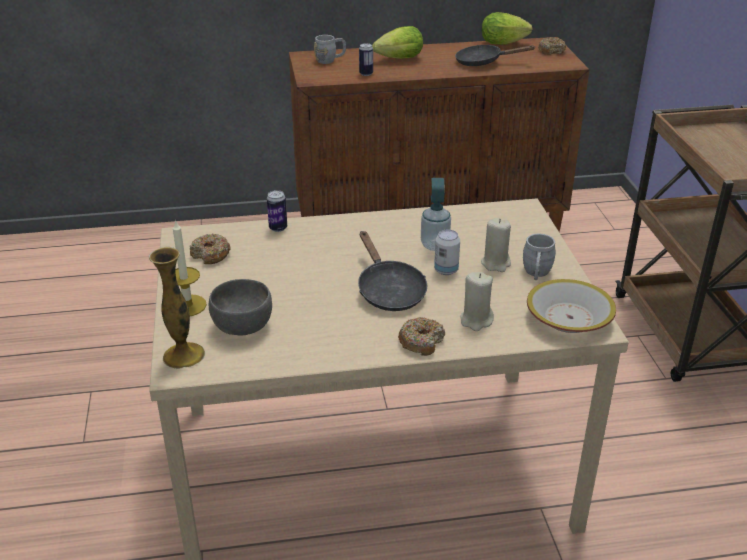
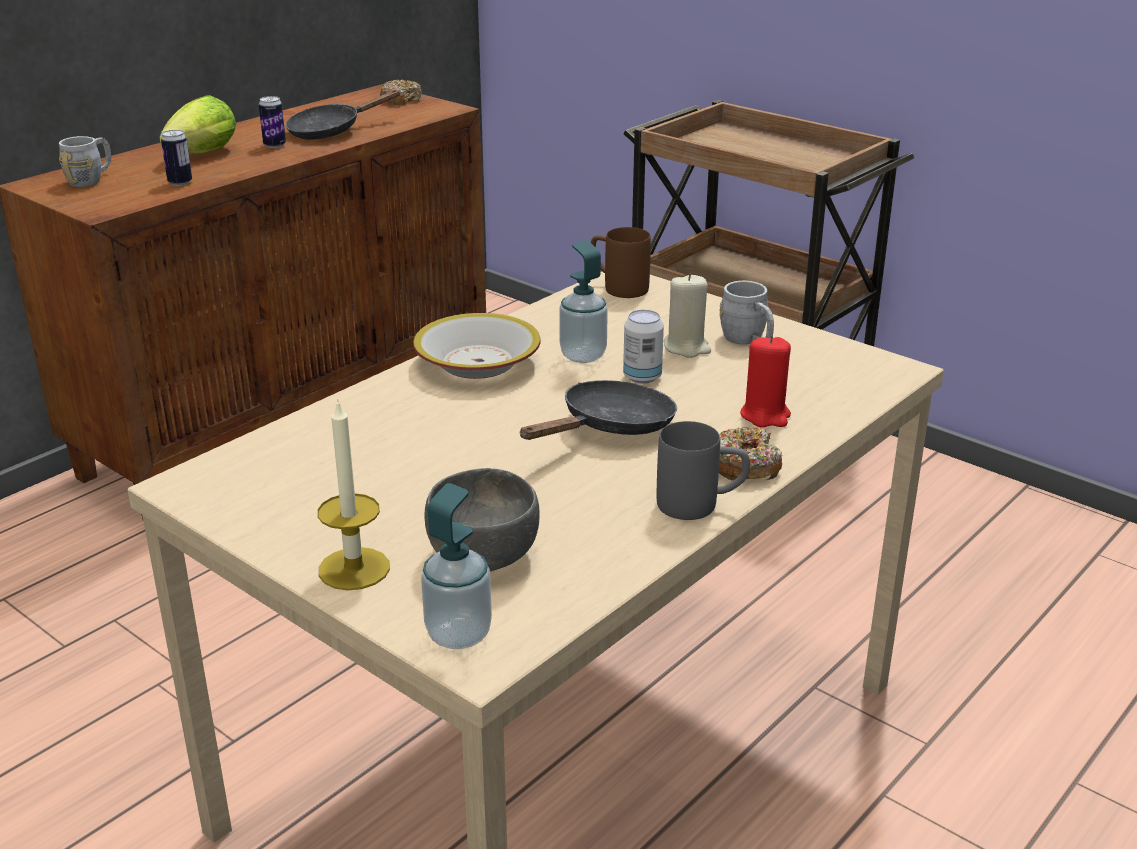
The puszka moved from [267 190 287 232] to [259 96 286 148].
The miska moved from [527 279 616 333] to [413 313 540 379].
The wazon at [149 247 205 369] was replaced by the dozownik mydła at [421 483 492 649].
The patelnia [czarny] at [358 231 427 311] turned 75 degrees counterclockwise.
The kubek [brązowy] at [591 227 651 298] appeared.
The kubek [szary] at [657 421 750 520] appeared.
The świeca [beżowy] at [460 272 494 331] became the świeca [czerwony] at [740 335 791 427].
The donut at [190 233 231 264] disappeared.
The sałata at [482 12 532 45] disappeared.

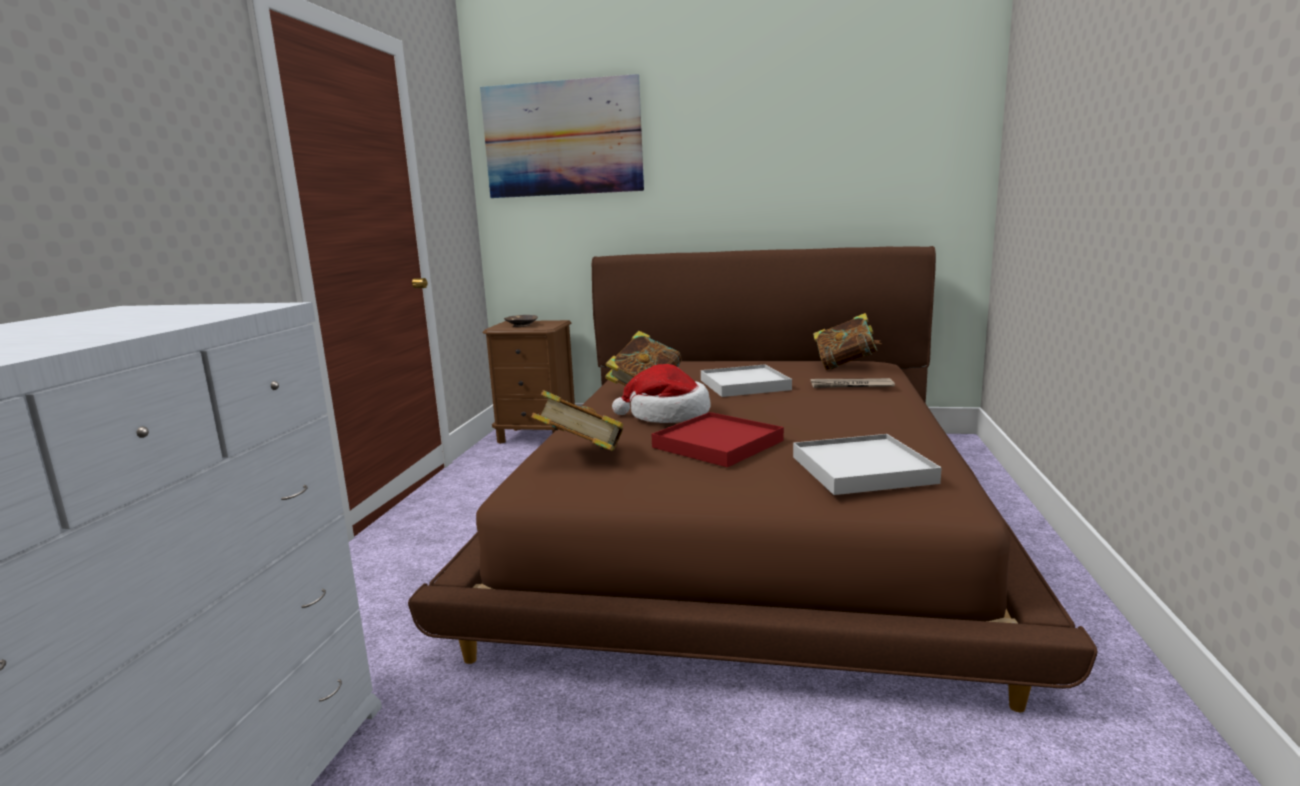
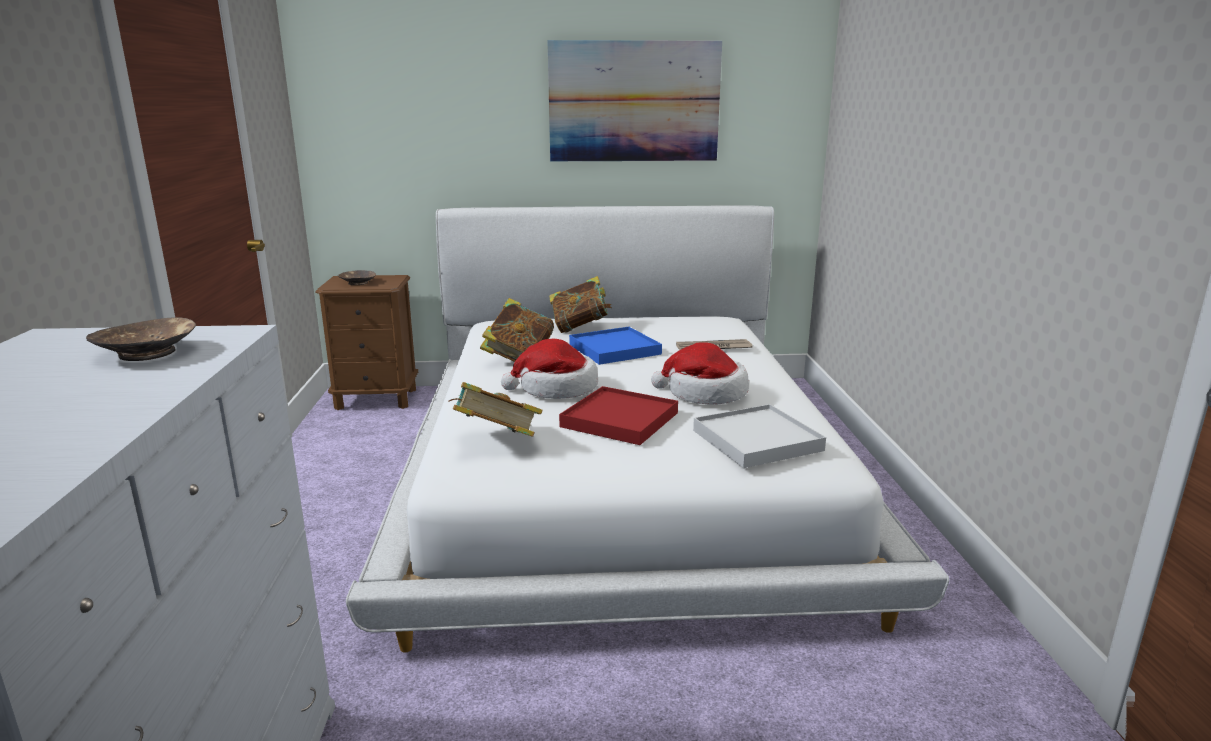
The miska [brązowy] at [86 317 196 361] appeared.
The łóżko [brązowy] at [408 246 1097 712] became the łóżko [biały] at [346 205 949 652].
The obraz moved from [480 74 644 198] to [547 40 722 161].
The książka moved from [813 313 882 370] to [549 276 612 333].
The taca [biały] at [701 364 792 397] became the taca [niebieski] at [569 327 662 365].
The kapelusz at [651 342 749 405] appeared.

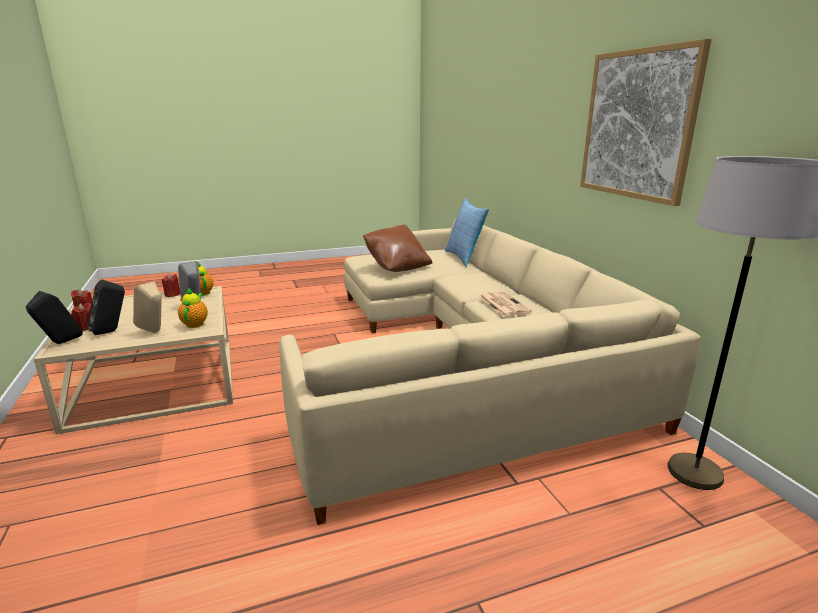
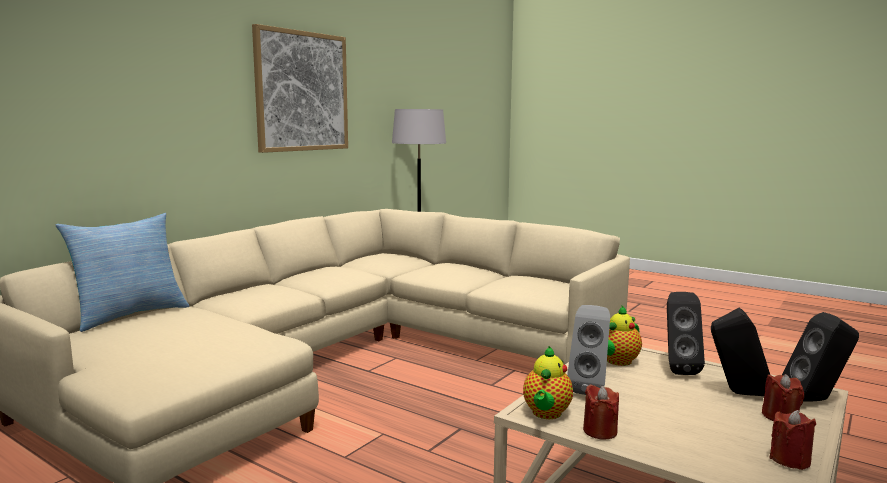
The głośnik [beżowy] at [133 281 162 333] became the głośnik [czarny] at [667 292 705 375].
The poduszka [brązowy] at [363 225 433 272] disappeared.
The gazeta at [479 291 532 317] disappeared.

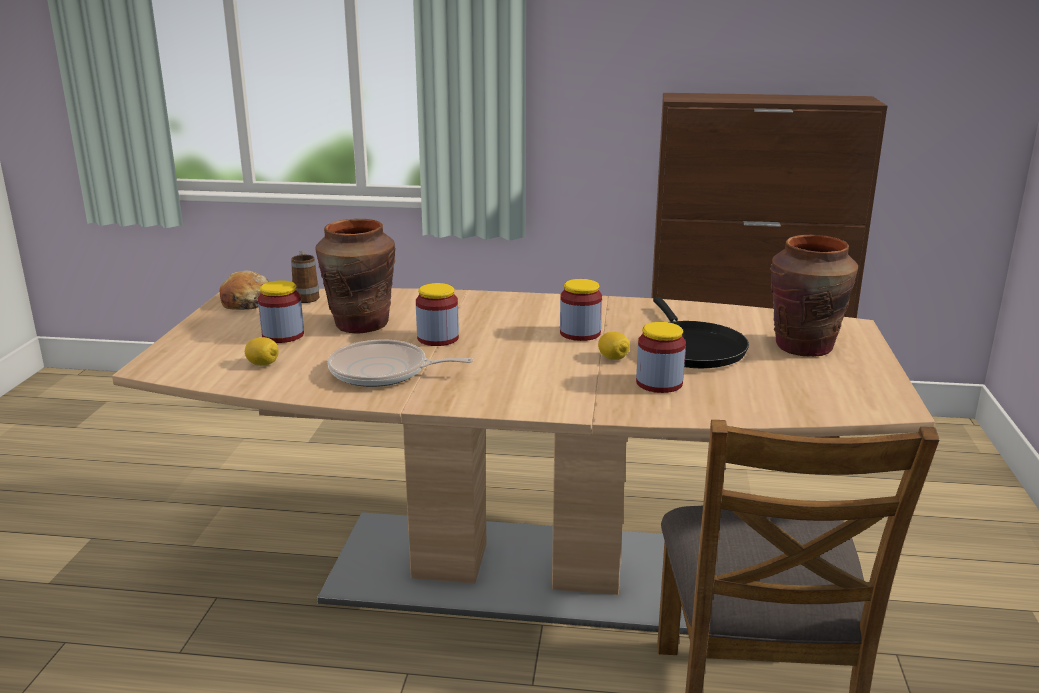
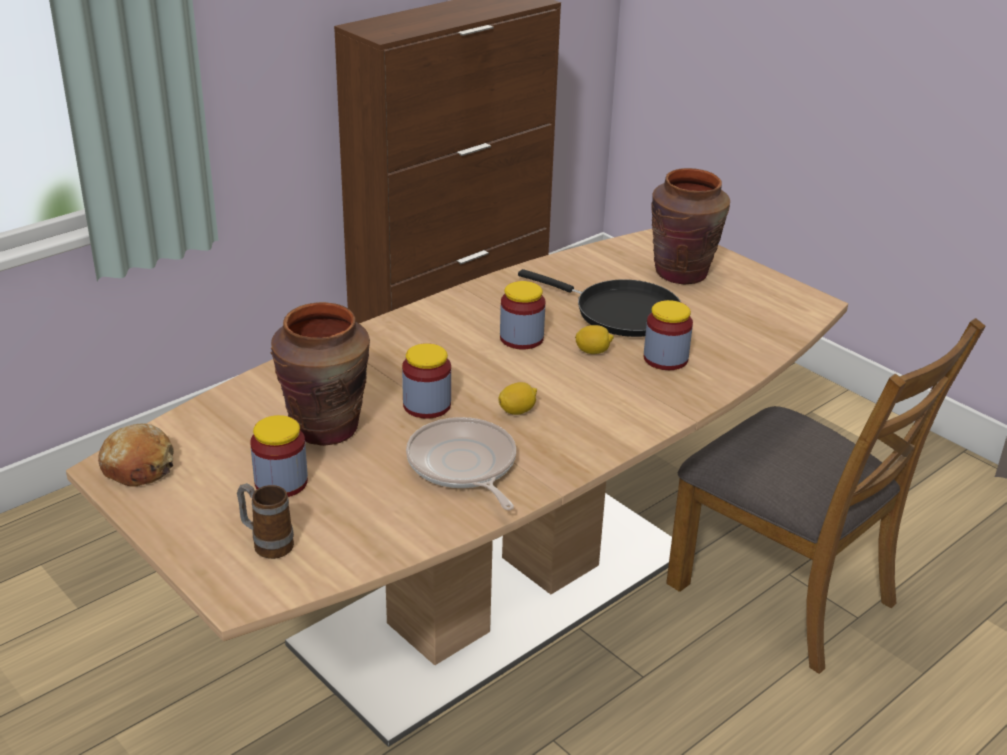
The kubek moved from [291 251 319 303] to [237 483 294 559].
The patelnia at [328 340 474 387] turned 105 degrees clockwise.
The cytryna moved from [245 337 279 366] to [499 382 537 415].

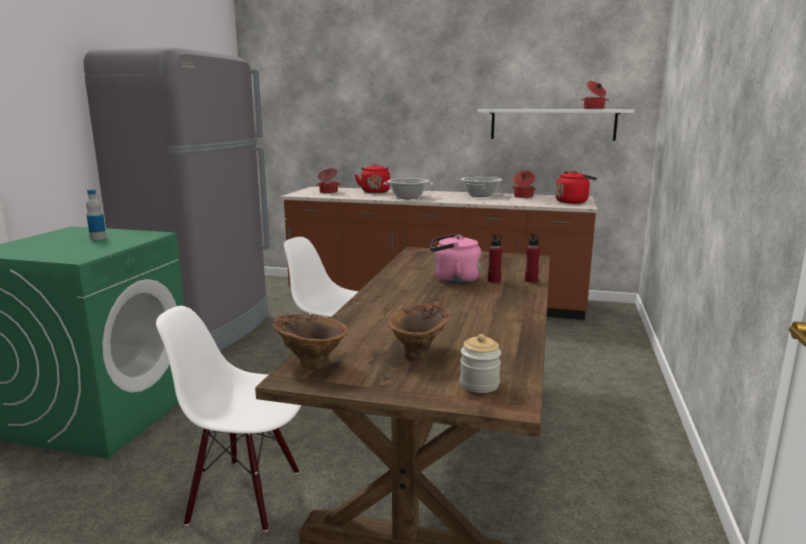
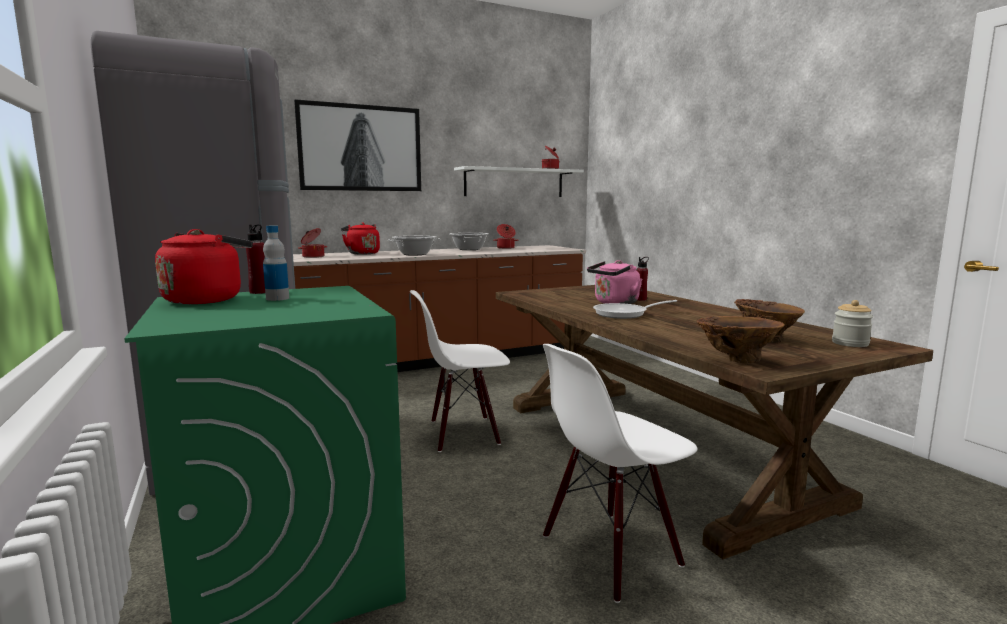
The czajnik [czerwony] moved from [555 171 597 204] to [155 229 253 304].
The butelka [czerwony] moved from [525 233 540 282] to [246 224 265 294].
The obraz at [294 99 421 191] appeared.
The patelnia at [593 300 677 319] appeared.

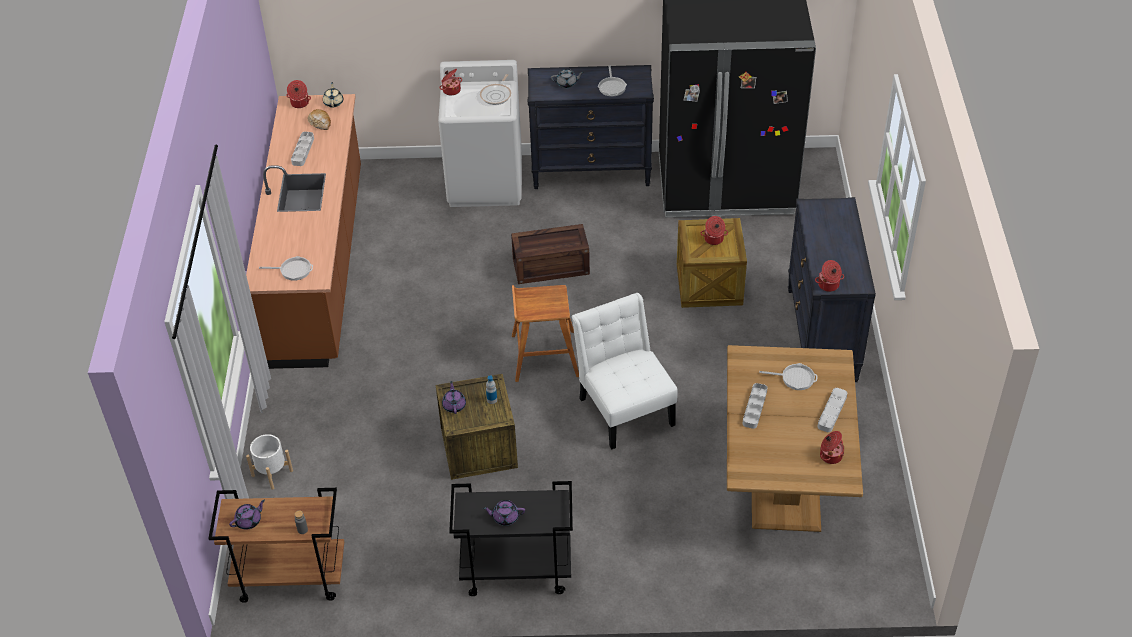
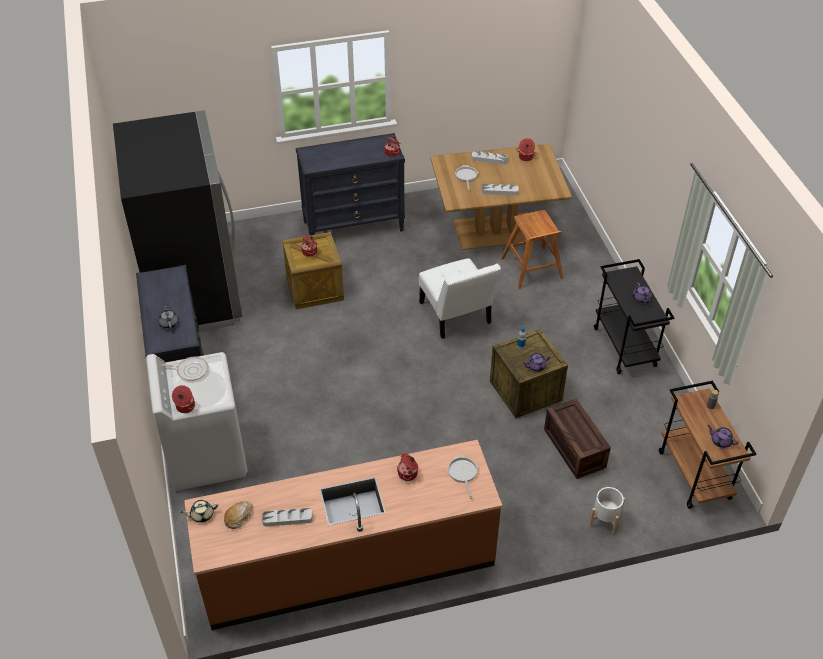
The garnek moved from [286 80 311 108] to [397 453 418 481].
The krzesło [biały] at [572 293 677 450] turned 75 degrees counterclockwise.
The stołek [brązowy] moved from [512 285 579 382] to [501 210 563 289].
The skrzynka moved from [511 224 590 284] to [544 399 611 479].
The patelnia at [598 65 627 97] disappeared.

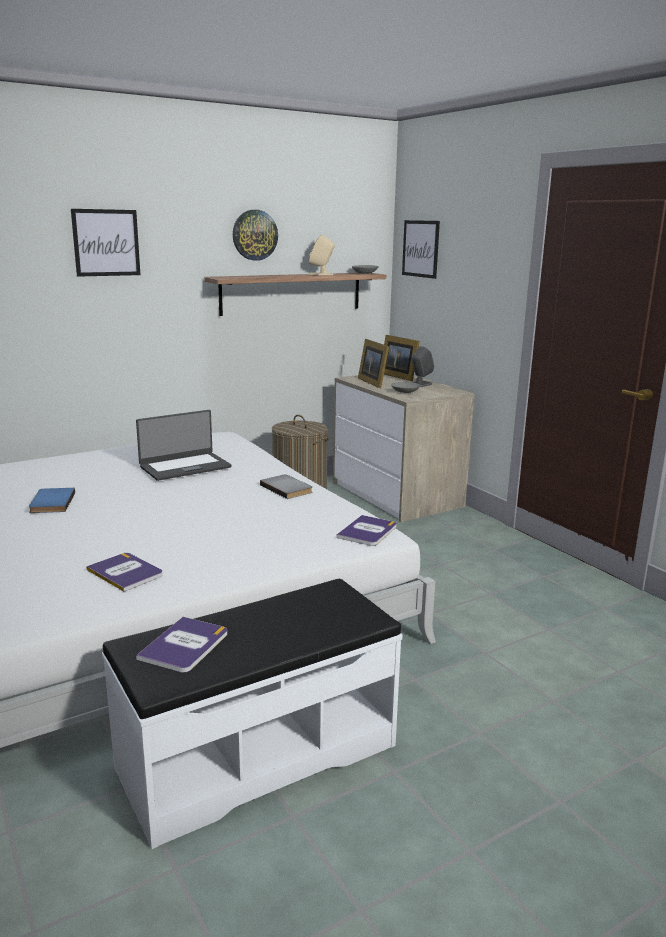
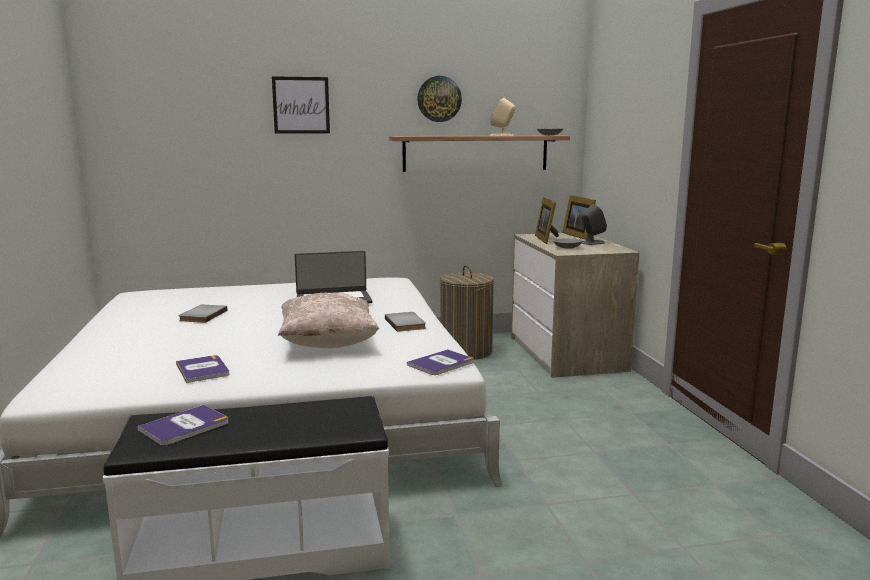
The książka [niebieski] at [29 488 75 513] became the książka [szary] at [179 305 228 323].
The poduszka [beżowy] at [278 293 379 348] appeared.
The obraz at [402 220 440 279] disappeared.

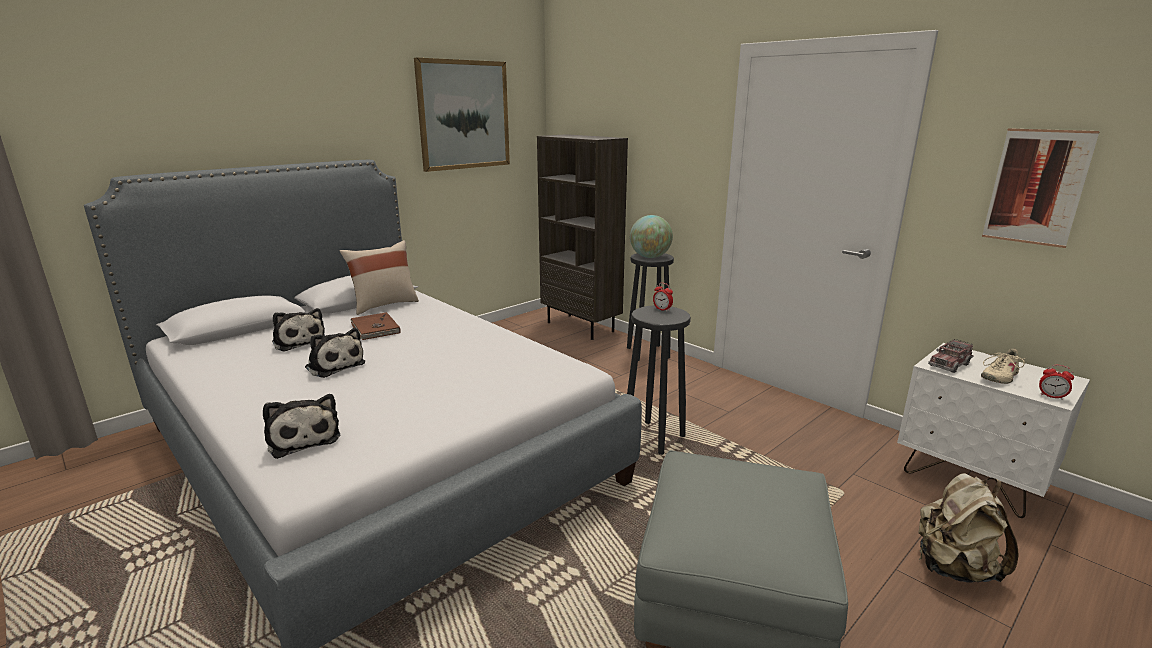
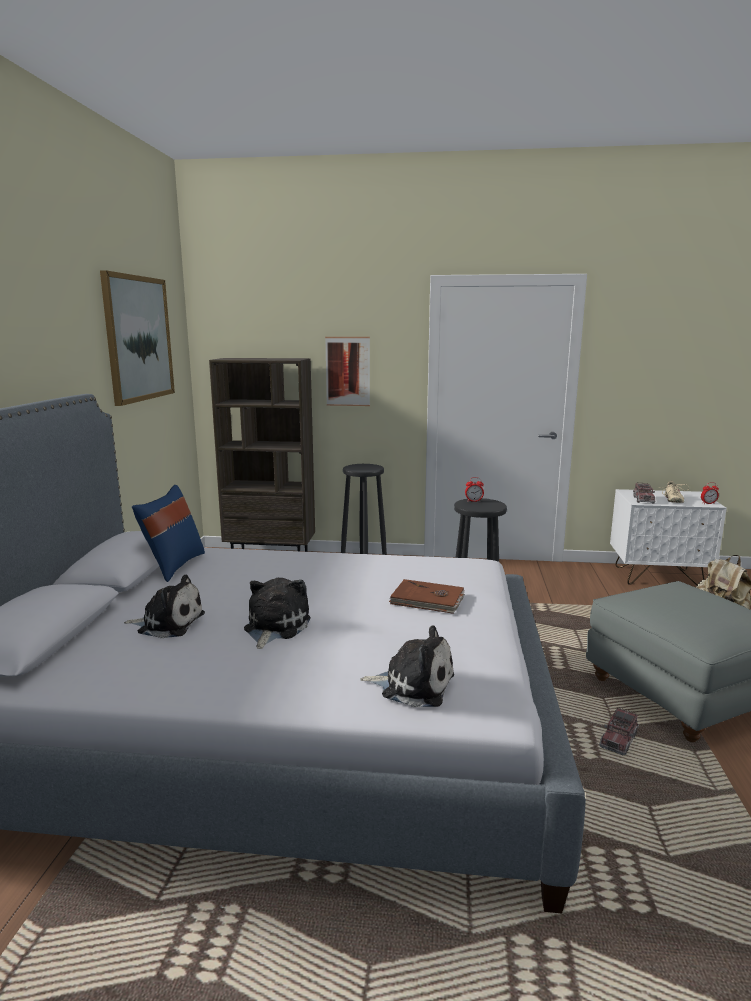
The poduszka [beżowy] at [340 240 419 315] became the poduszka [niebieski] at [132 485 205 582].
The pluszak at [305 328 365 378] turned 75 degrees counterclockwise.
The obraz moved from [982 128 1100 248] to [325 337 370 406].
The książka [brązowy] moved from [350 312 401 340] to [389 579 465 614].
The ciężarówka zabawkowa at [599 707 639 755] appeared.
The globus at [630 215 673 258] disappeared.

